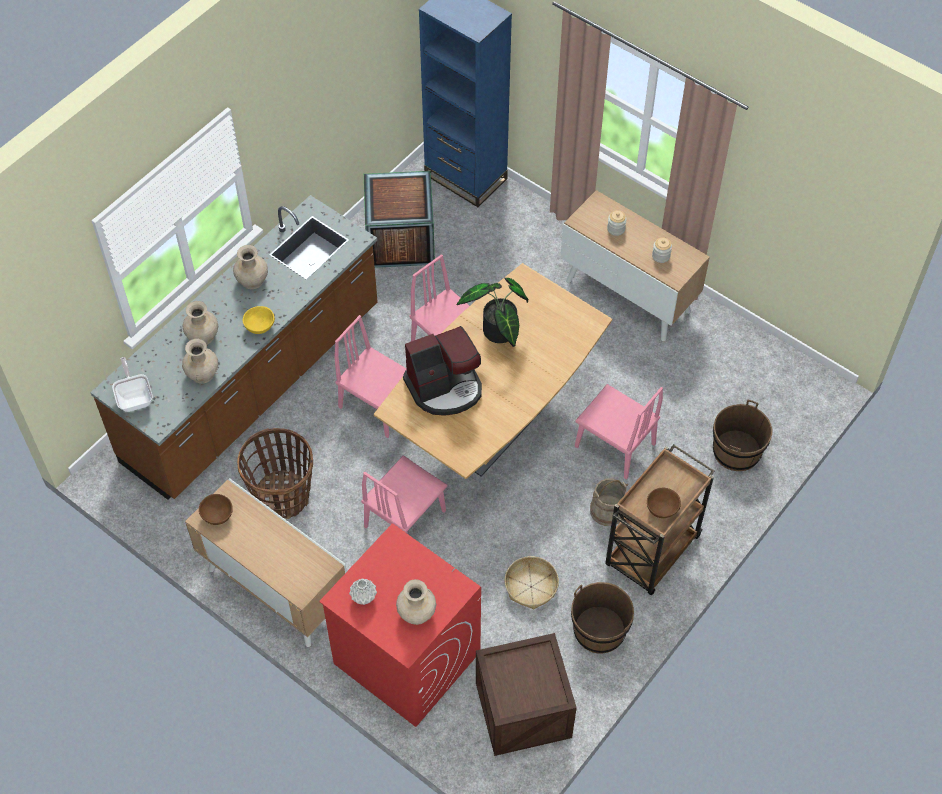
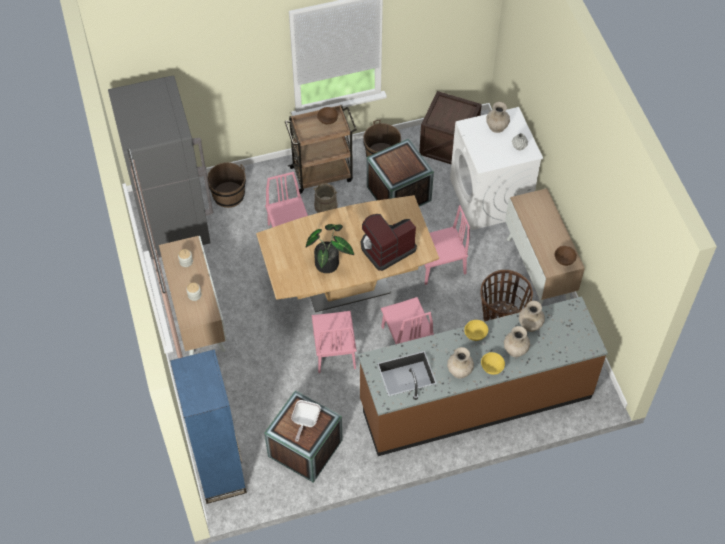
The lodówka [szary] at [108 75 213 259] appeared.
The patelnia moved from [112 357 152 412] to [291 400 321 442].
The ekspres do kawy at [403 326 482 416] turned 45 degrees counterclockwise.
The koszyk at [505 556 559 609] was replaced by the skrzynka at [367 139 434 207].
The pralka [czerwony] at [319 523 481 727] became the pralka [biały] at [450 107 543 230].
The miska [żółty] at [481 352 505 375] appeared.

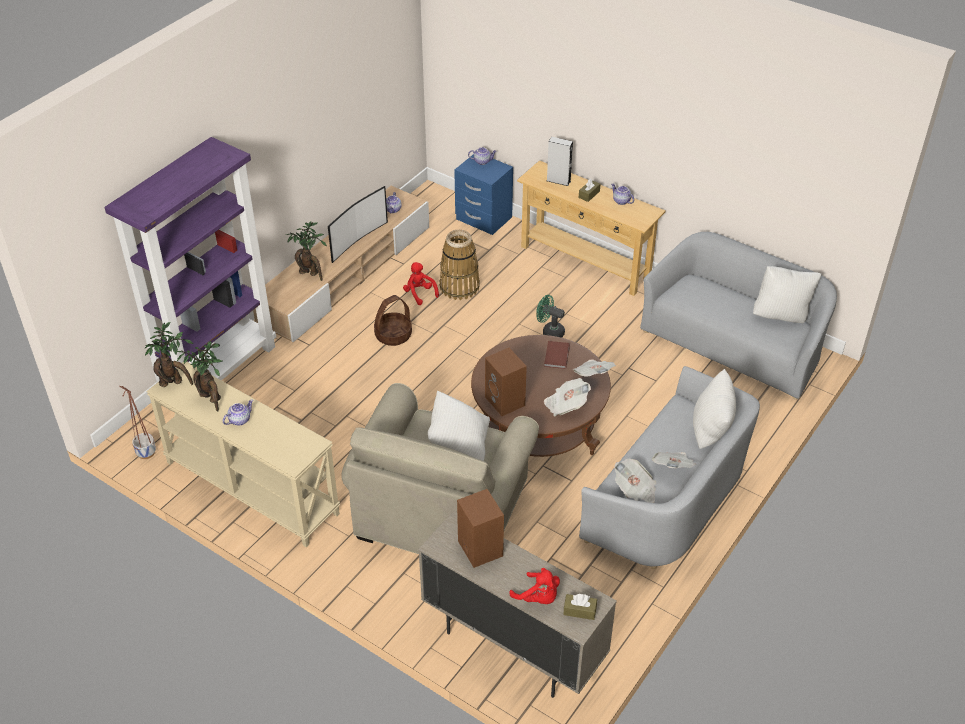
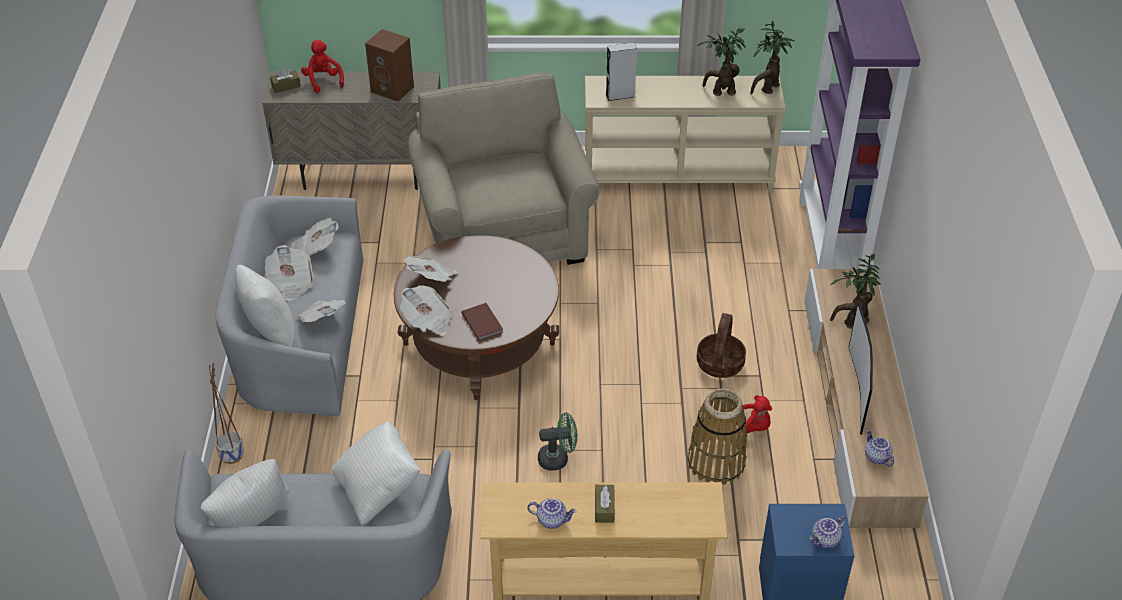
The donica moved from [119 386 156 459] to [209 363 244 464].
The gazeta at [297 300 346 322] appeared.
The pluszak [czerwony] at [509 568 560 604] turned 60 degrees clockwise.
The poduszka [biały] moved from [428 390 490 461] to [332 421 420 526].
The głośnik [szary] moved from [547 137 573 186] to [606 42 637 101].
The imbryk at [223 400 253 426] disappeared.
The głośnik [brązowy] at [485 348 527 416] disappeared.

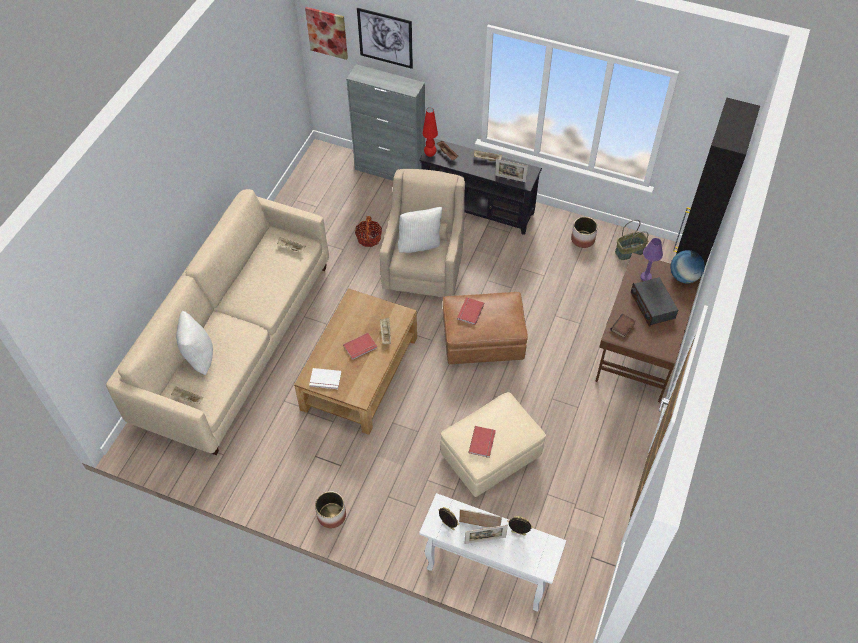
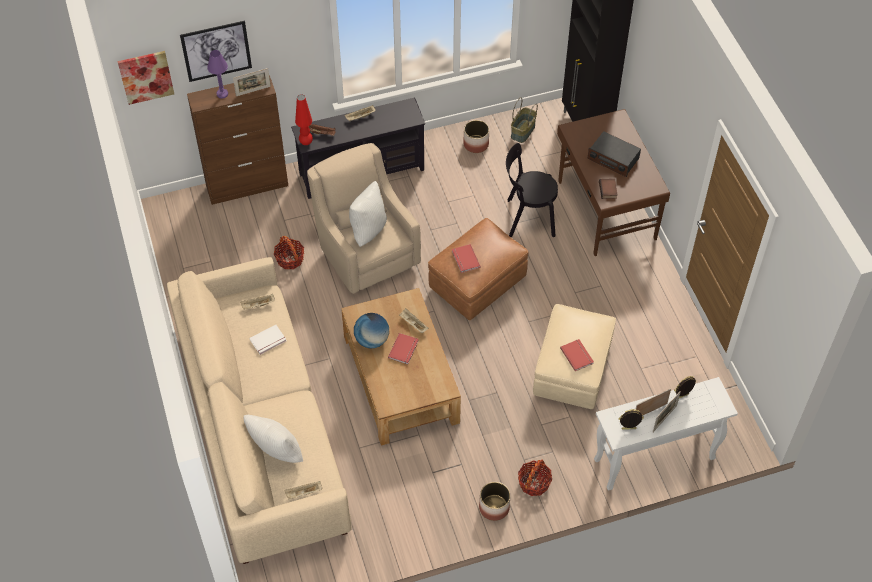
The szafka [szary] at [346 64 426 181] became the szafka [brązowy] at [187 75 288 205].
The lampa stołowa [fioletowy] moved from [640 238 663 281] to [207 50 228 99].
The ramka na zdjęcie moved from [495 159 528 182] to [233 68 271 96].
The książka [biały] moved from [309 368 341 389] to [249 325 286 355].
The globus moved from [670 250 705 283] to [354 313 389 348].
The krzesło [czarny] at [506 143 558 237] appeared.
The koszyk at [518 459 552 496] appeared.

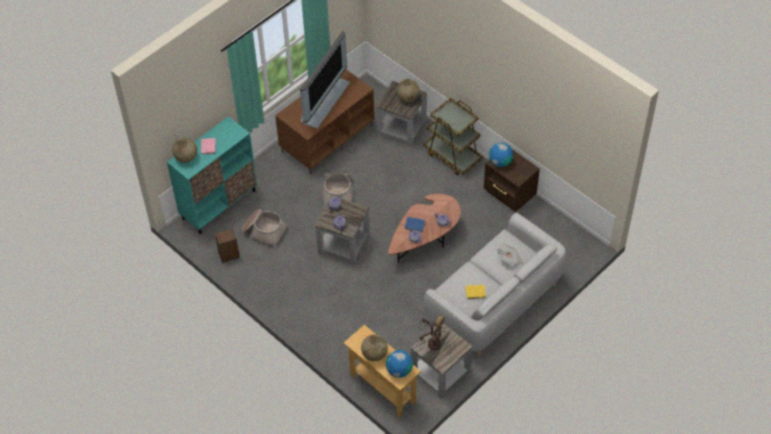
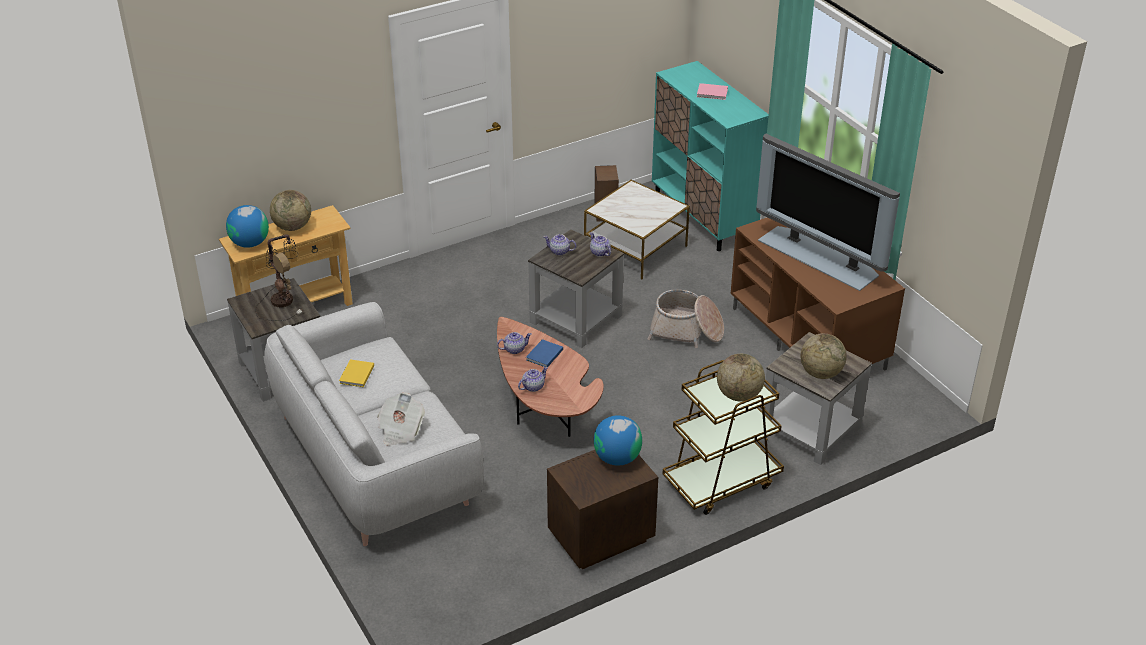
The koszyk at [242 209 289 249] was replaced by the stolik at [584 180 690 279].
The globus moved from [172 138 197 163] to [717 354 765 402].

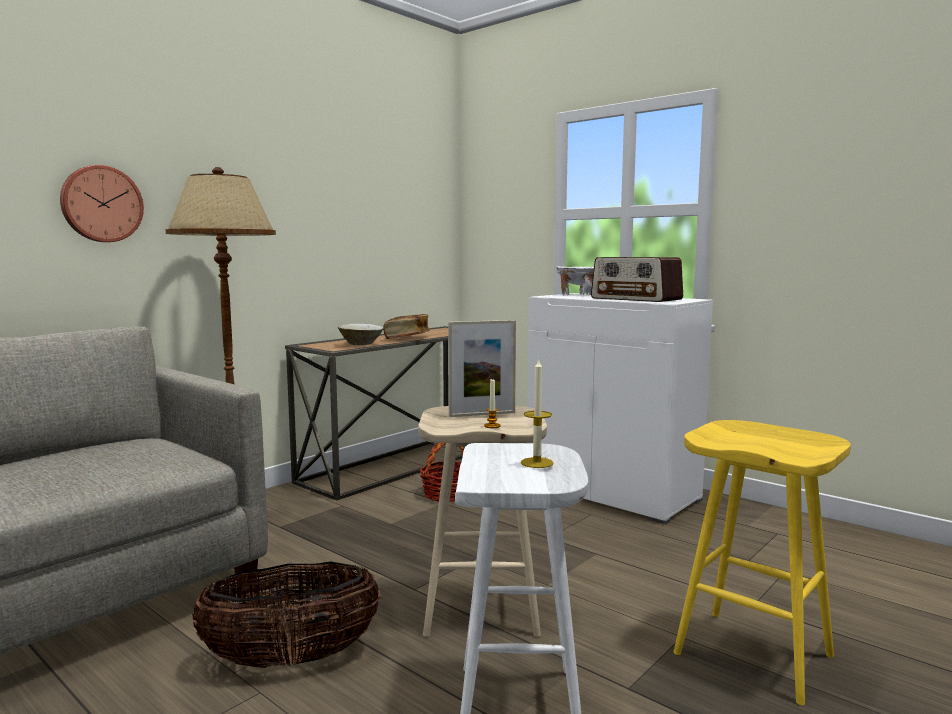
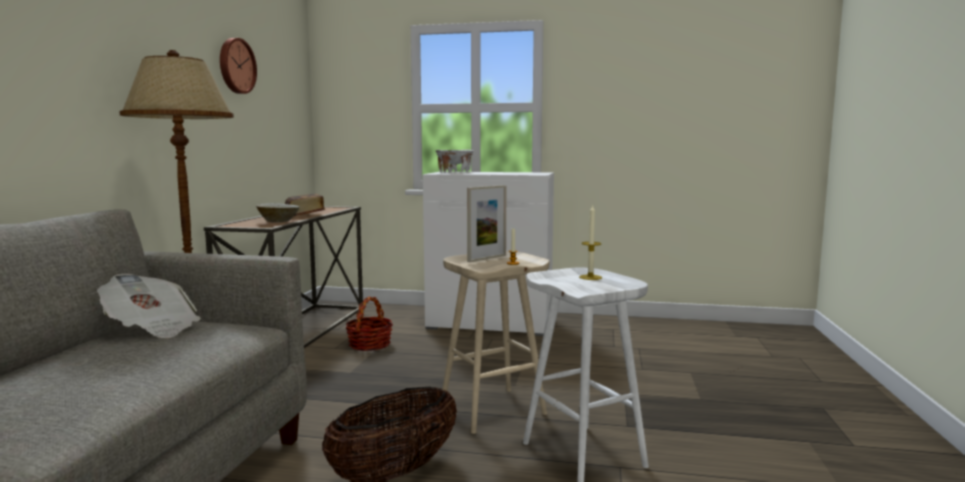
The gazeta at [97 274 201 338] appeared.
The zegar ścienny moved from [60 165 144 242] to [220 38 257 94].
The radio at [591 257 683 302] disappeared.
The stołek [żółty] at [673 420 851 705] disappeared.

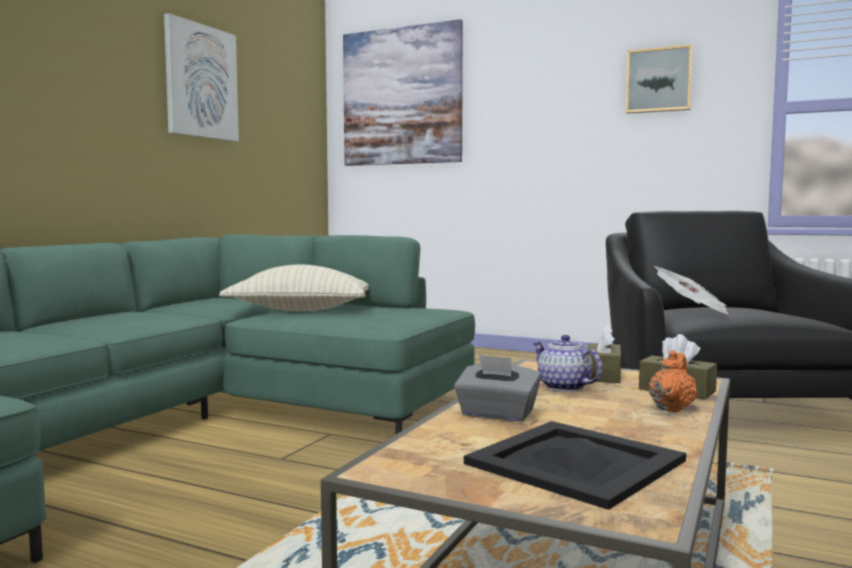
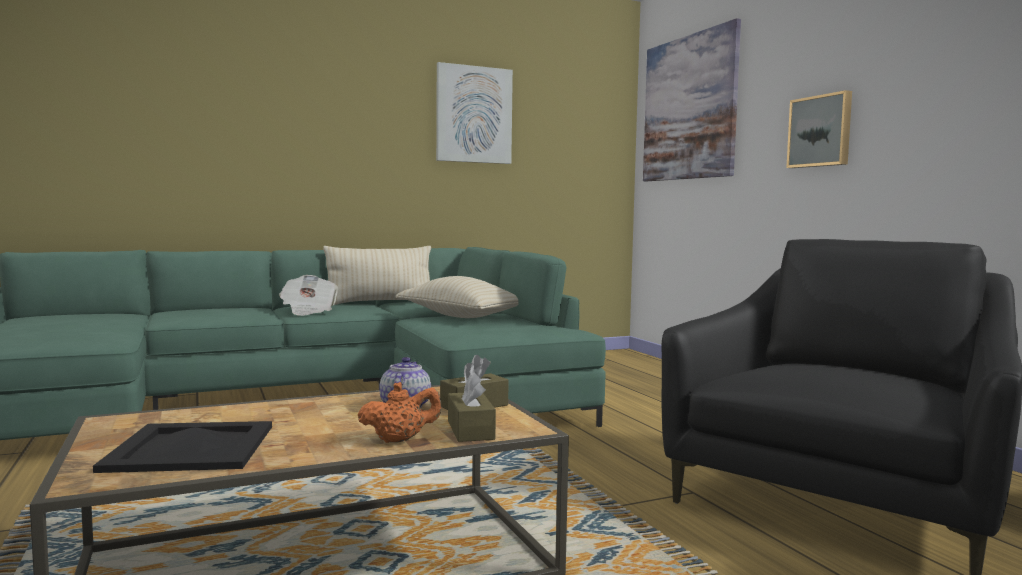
The gazeta moved from [654 266 729 315] to [279 275 339 316].
The poduszka [beżowy] at [323 246 431 305] appeared.
The obraz moved from [626 44 693 114] to [786 90 852 168].
The pudełko chusteczek [szary] at [454 354 541 421] disappeared.

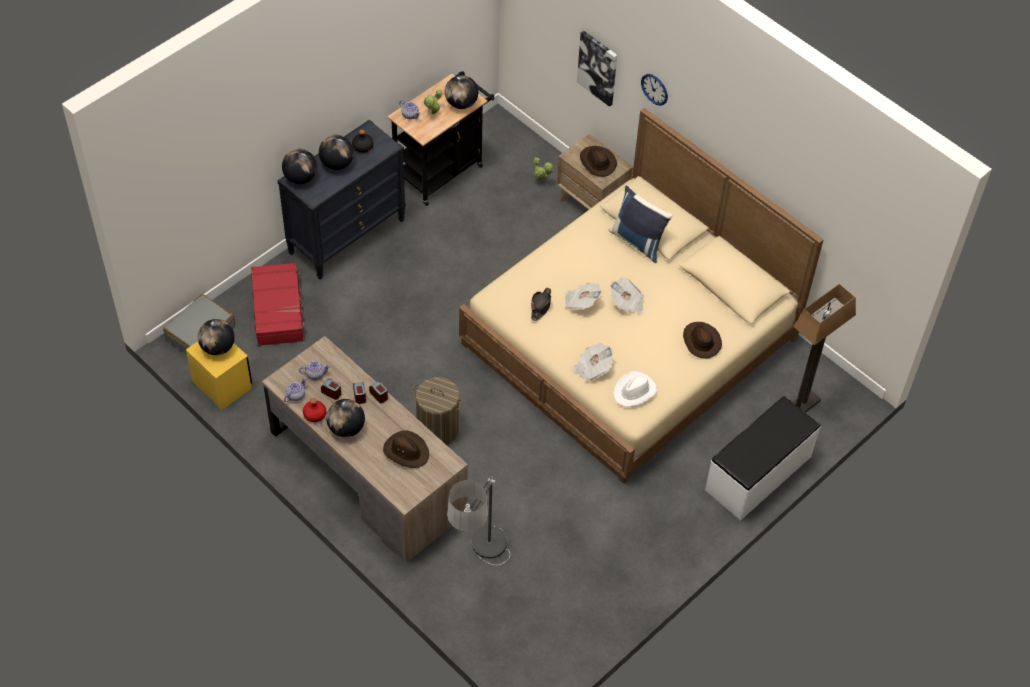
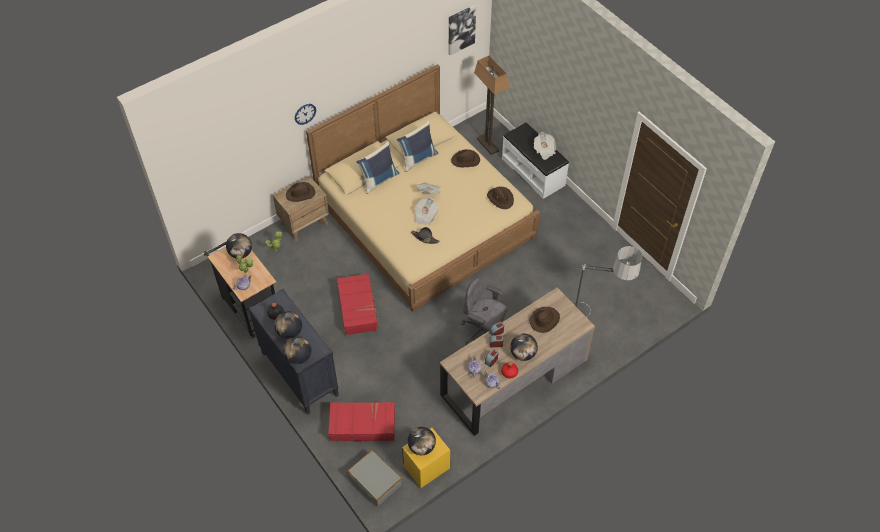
The walizka [czerwony] at [337 274 379 335] appeared.
The poduszka [niebieski] at [397 121 438 172] appeared.
The obraz moved from [577 31 617 107] to [448 5 476 55].
The kosz na pranie at [412 377 464 445] was replaced by the krzesło biurowe [szary] at [461 278 507 345].
The kapelusz [biały] at [613 371 657 407] became the kapelusz [brązowy] at [487 187 514 209].
The gazeta moved from [573 343 614 382] to [534 132 556 160].

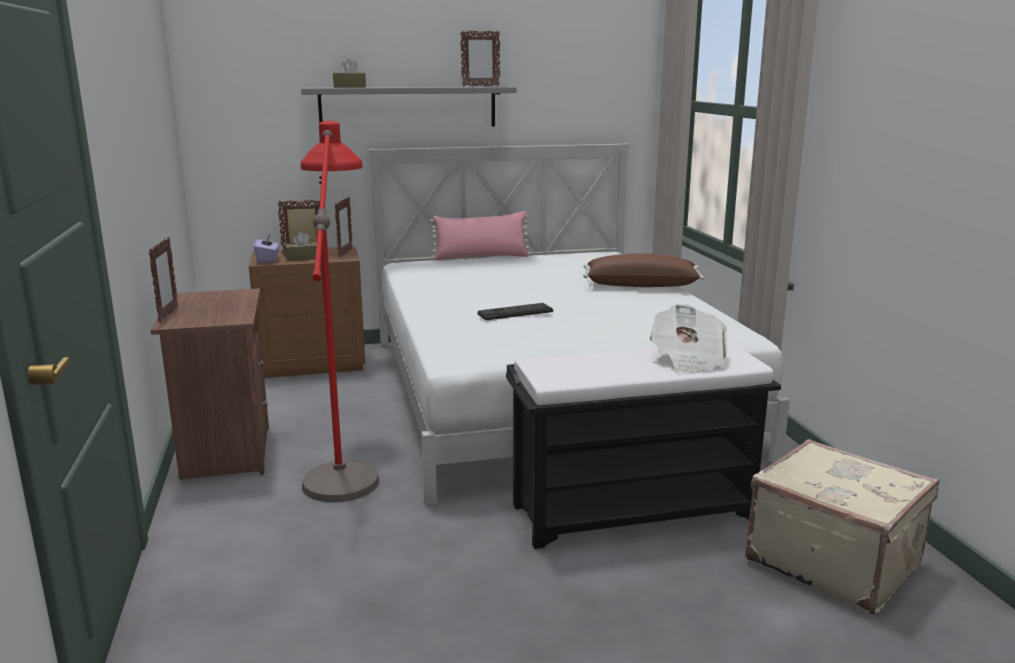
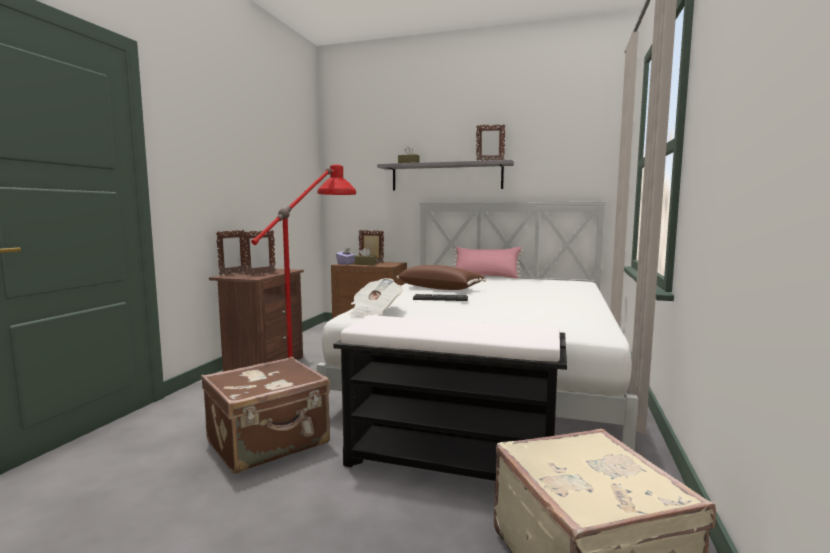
The walizka [brązowy] at [201 356 330 474] appeared.
The ramka na zdjęcie moved from [335 197 353 257] to [242 230 276 275].
The gazeta moved from [649 304 728 375] to [349 278 402 317].
The poduszka [brązowy] moved from [583 253 704 287] to [397 265 486 290].

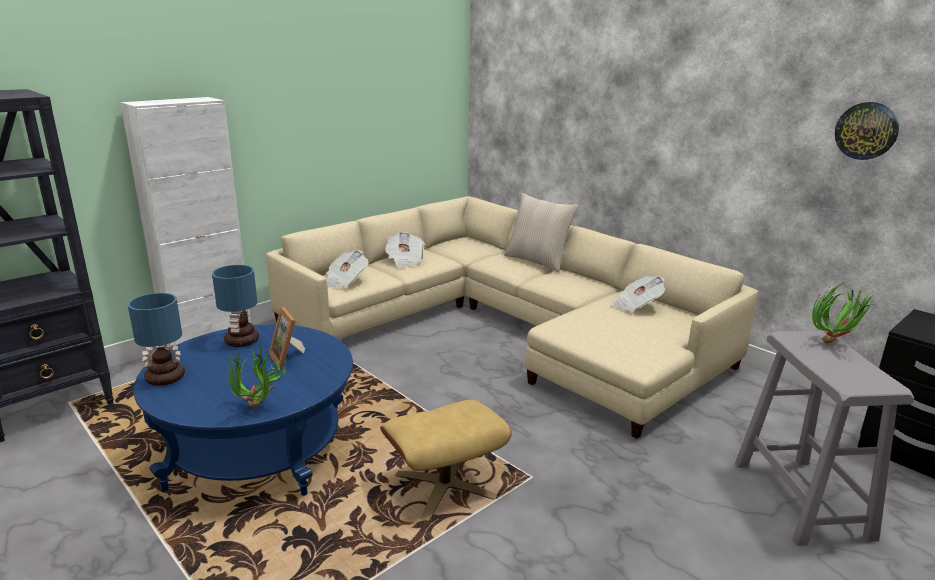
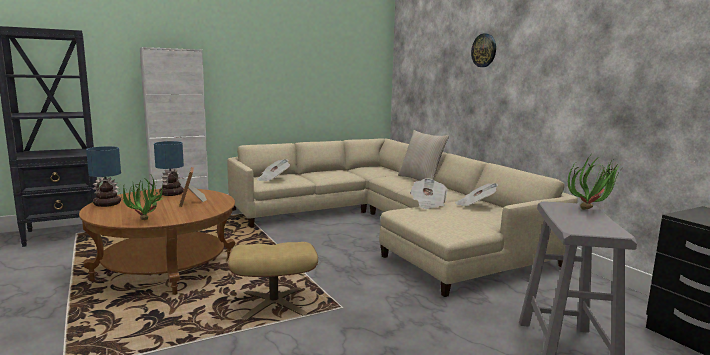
The ława [niebieski] at [133 324 353 496] became the ława [brązowy] at [79 188 236 295].
The gazeta moved from [385 232 425 268] to [410 178 448 209].
The zegar ścienny moved from [835 102 899 160] to [471 33 496 67].

